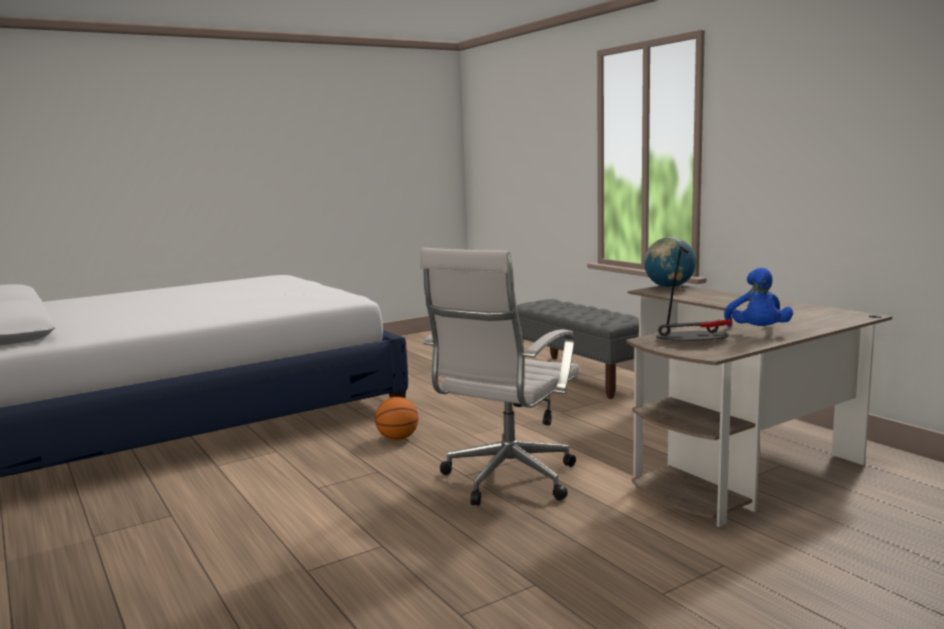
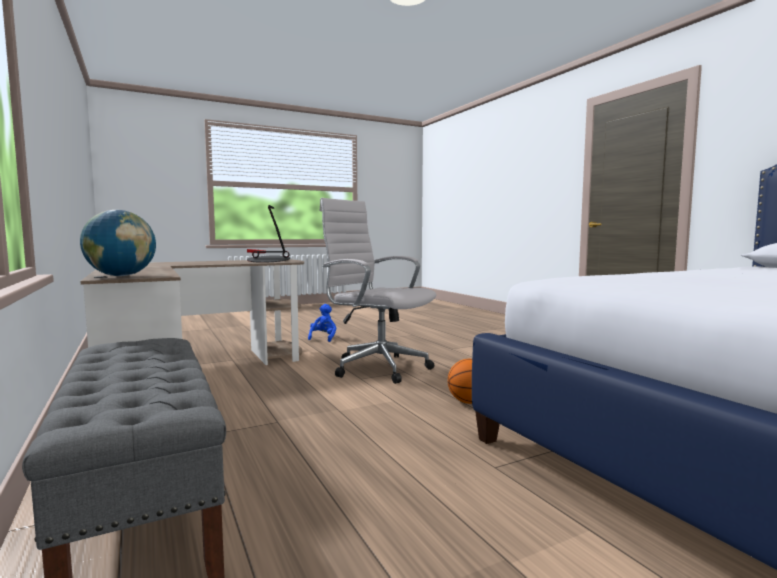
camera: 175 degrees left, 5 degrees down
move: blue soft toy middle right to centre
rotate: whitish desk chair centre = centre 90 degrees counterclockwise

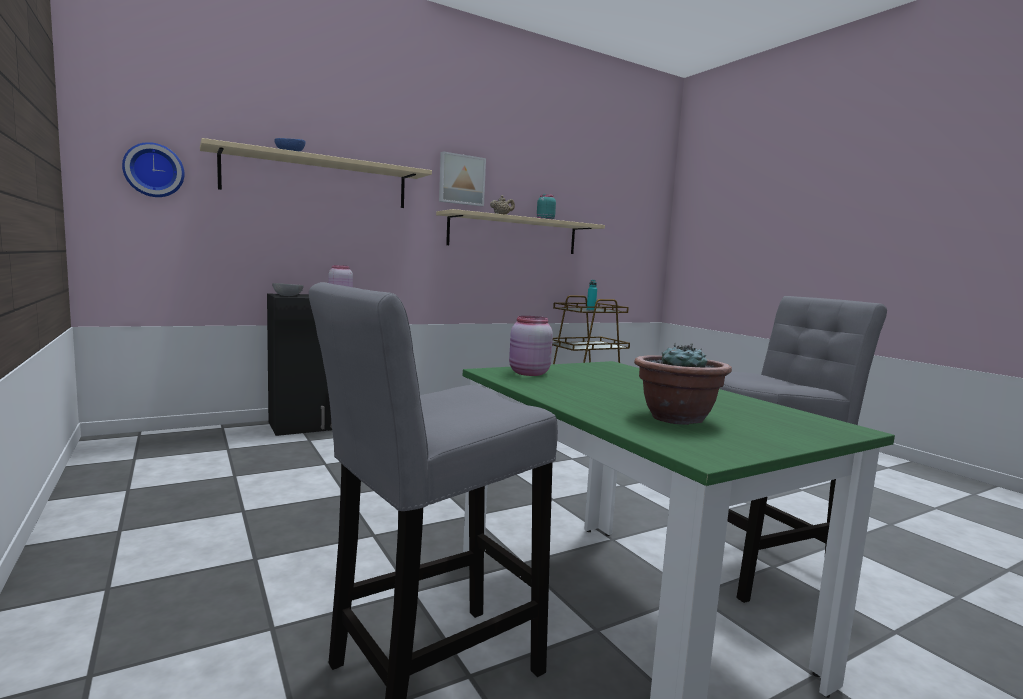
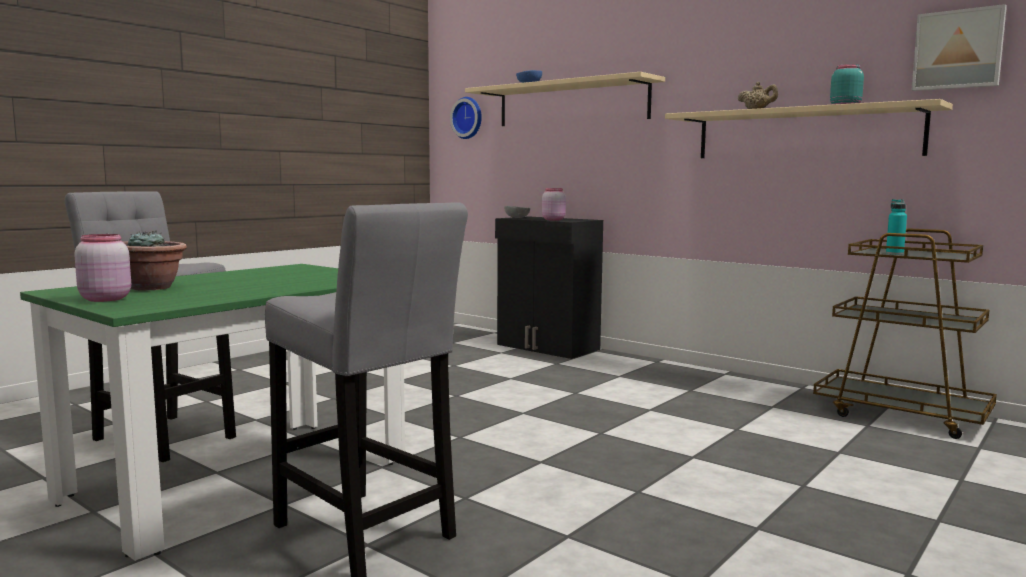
camera: 70 degrees right, 0 degrees up
move: wall picture top centre to top right; pink-coloured storage jar (2nd from left in the first image) centre to pink-coloured storage jar (1st from left) middle left

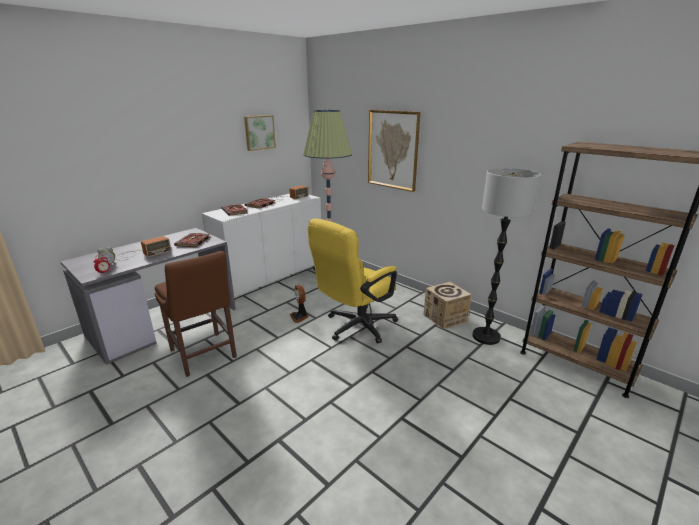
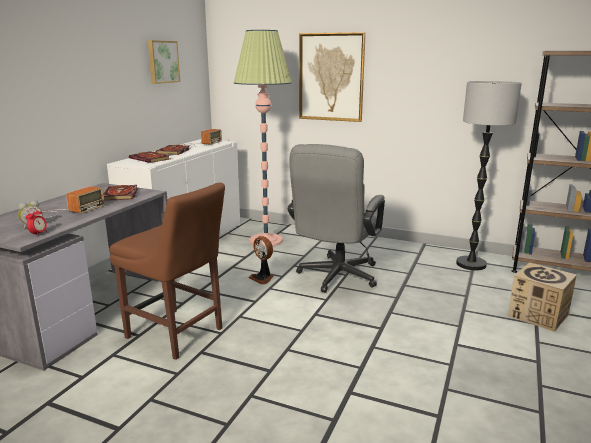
camera: 20 degrees left, 5 degrees down
move: packing box centre to bottom right
recolor: yellowish desk chair centre to grey desk chair centre

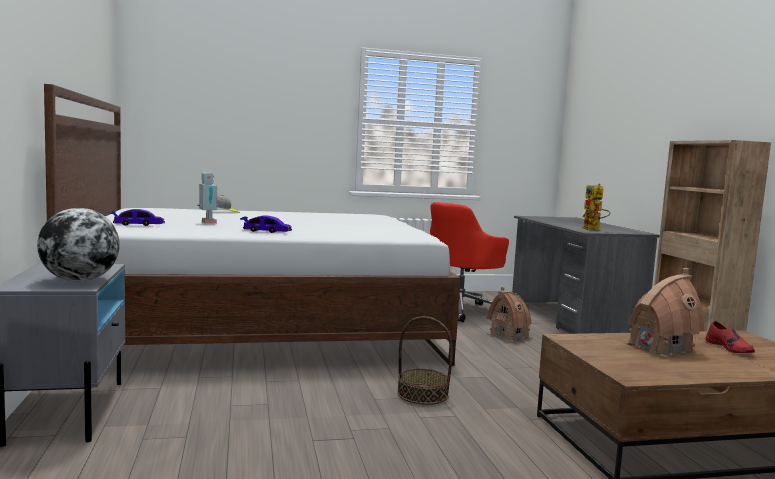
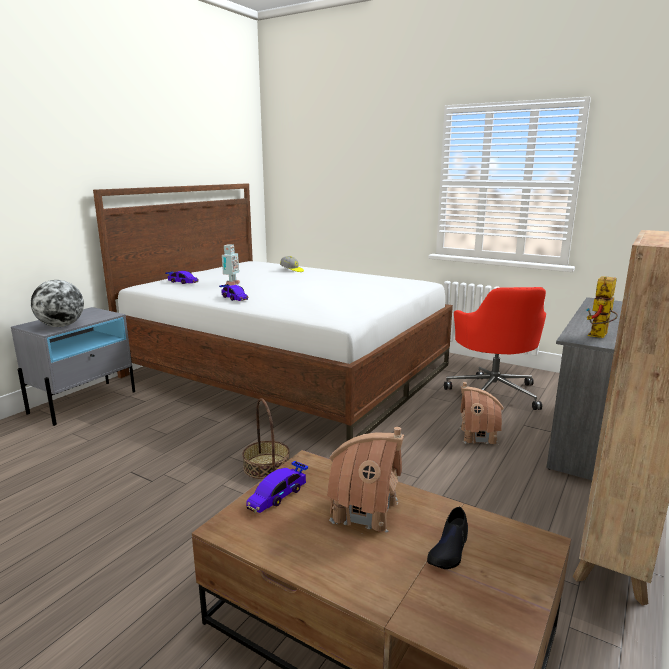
camera: 45 degrees right, 10 degrees up
insert: toy car (3rd from left) bottom centre
recolor: reddish shoe bottom right to black-coloured shoe bottom right
rotate: reddish desk chair centre = middle right 90 degrees counterclockwise

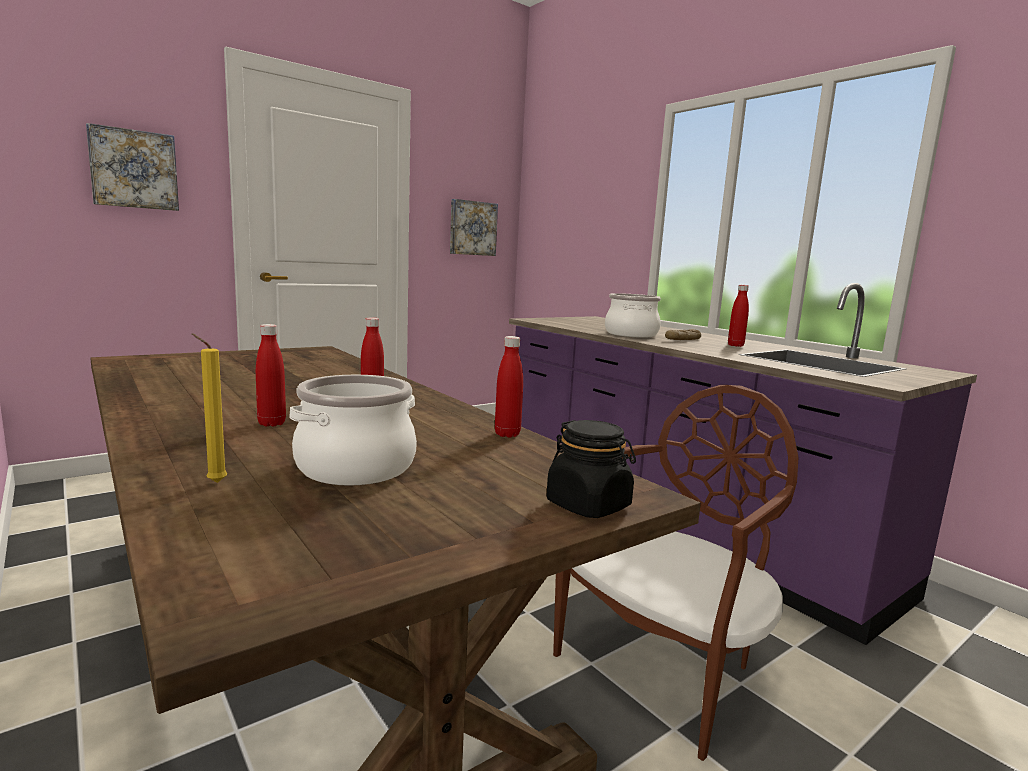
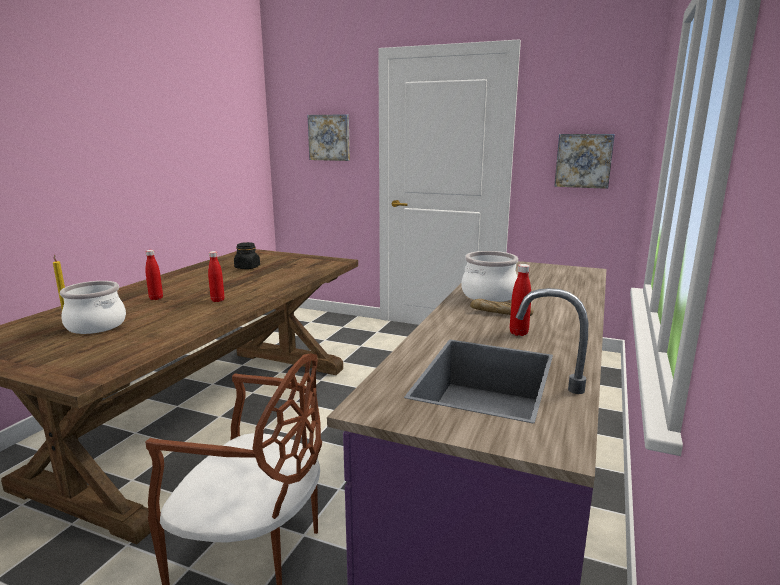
camera: 60 degrees right, 5 degrees up
delete: reddish drink bottle (3rd from left) centre
move: black-coloured storage jar centre to middle left

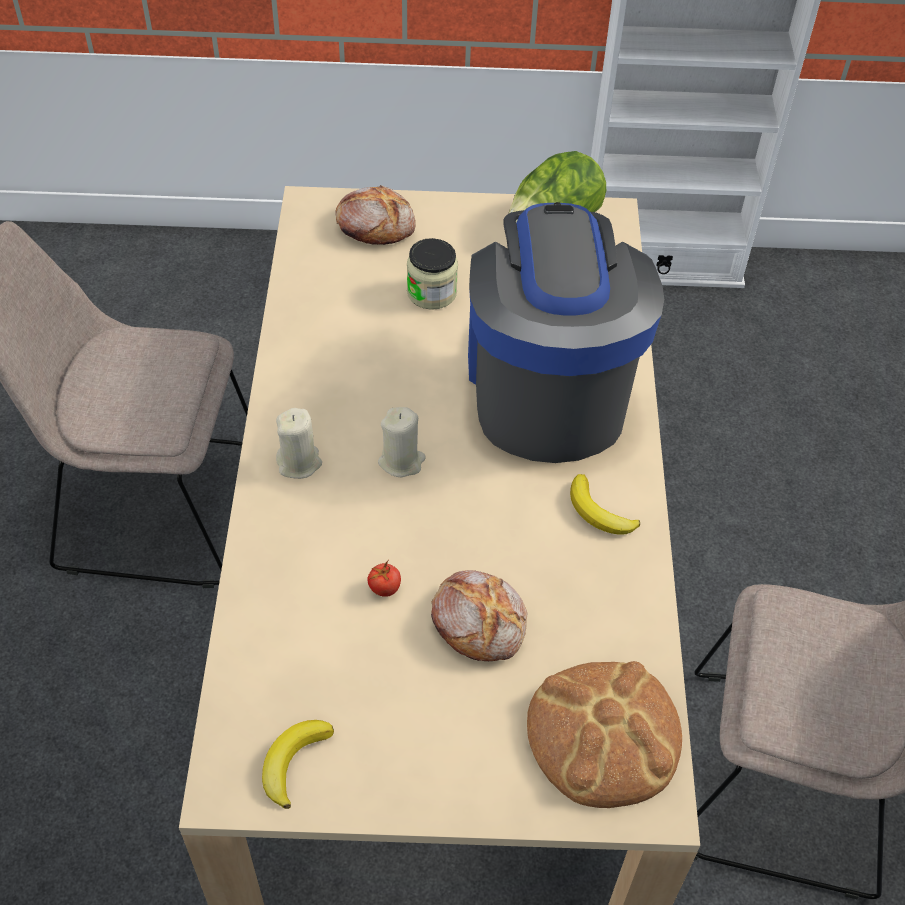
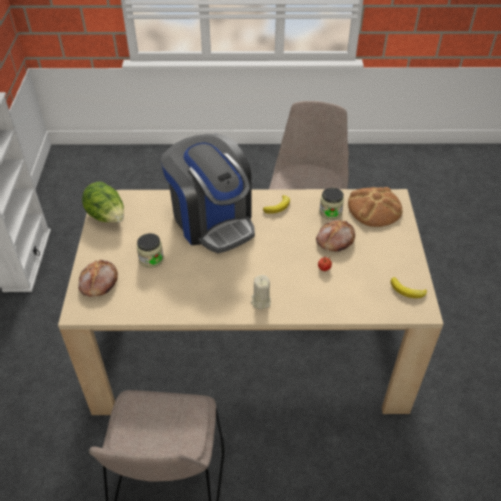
camera: 90 degrees left, 5 degrees down
delete: beige-coloured candle (2nd from left) centre
insert: storage jar (2nd from left) centre
rotate: coffee brewer centre = centre 120 degrees counterclockwise

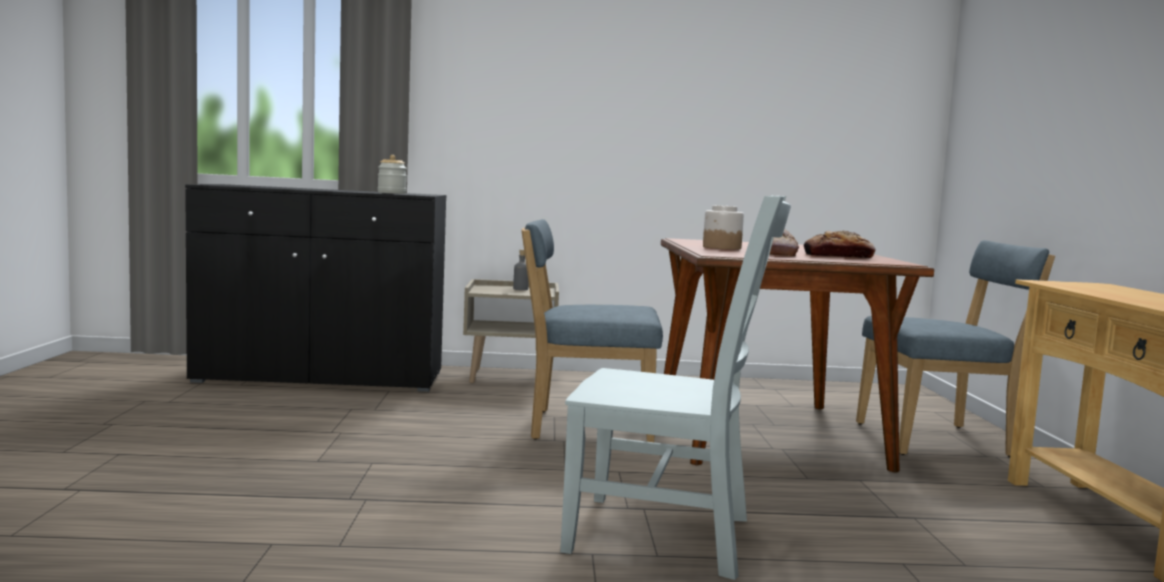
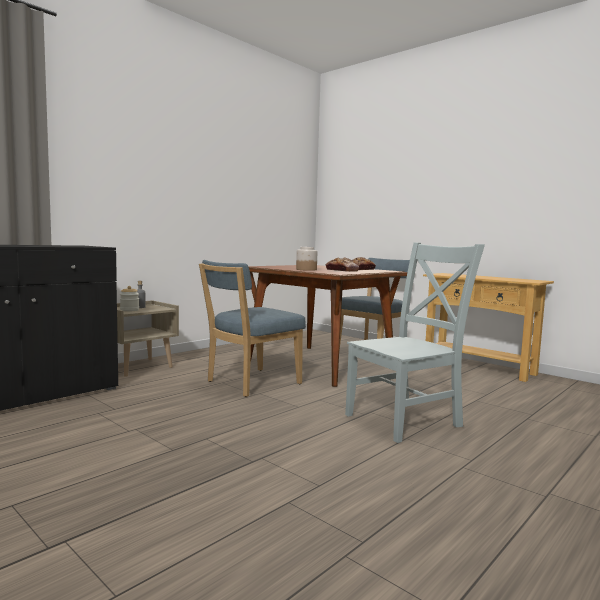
camera: 45 degrees left, 0 degrees up
move: storage jar (1st from left) top centre to middle left

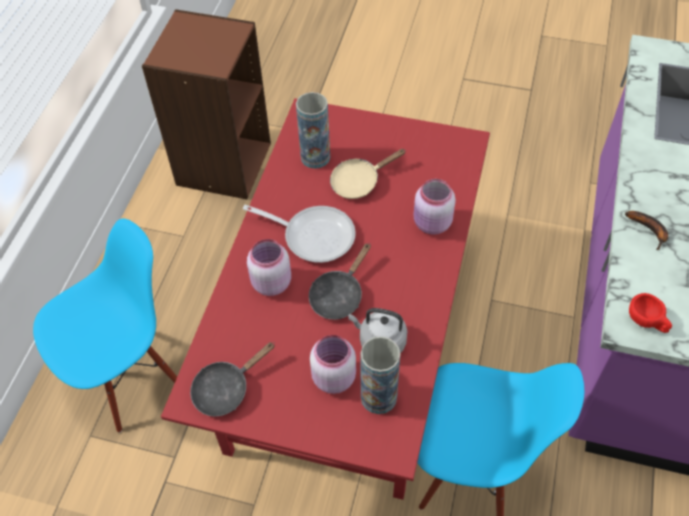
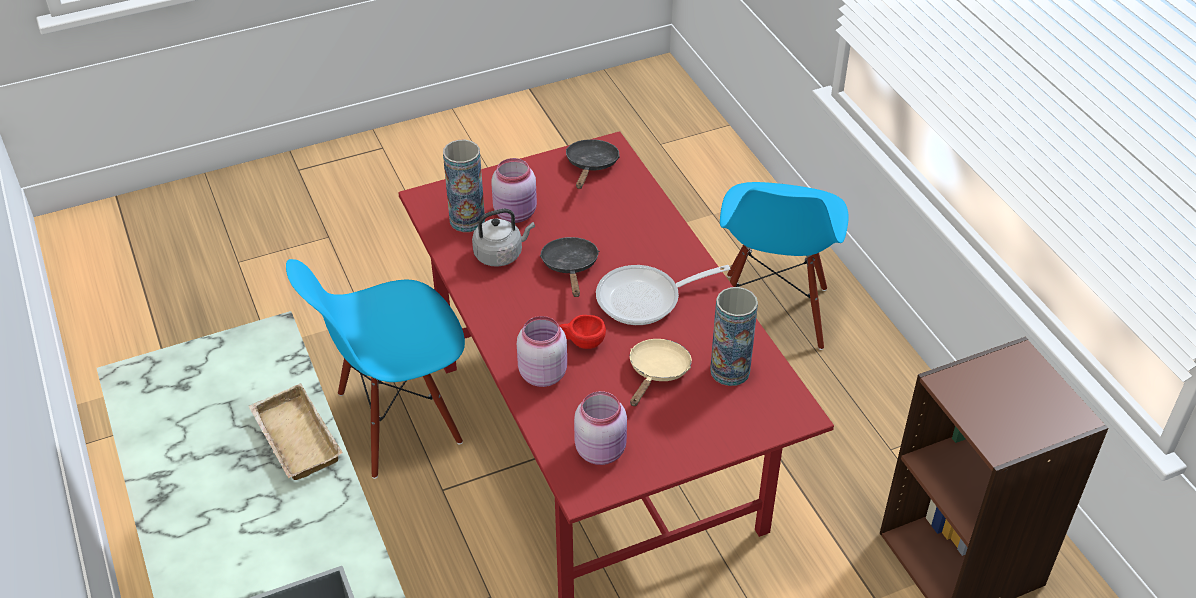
camera: 140 degrees right, 10 degrees down
move: pink-coloured storage jar (1st from left in the first image) centre to pink-coloured storage jar (3rd from left) bottom centre; reddish small cup middle right to centre
replace: whole banana middle right to beige-coloured carrying tray bottom left

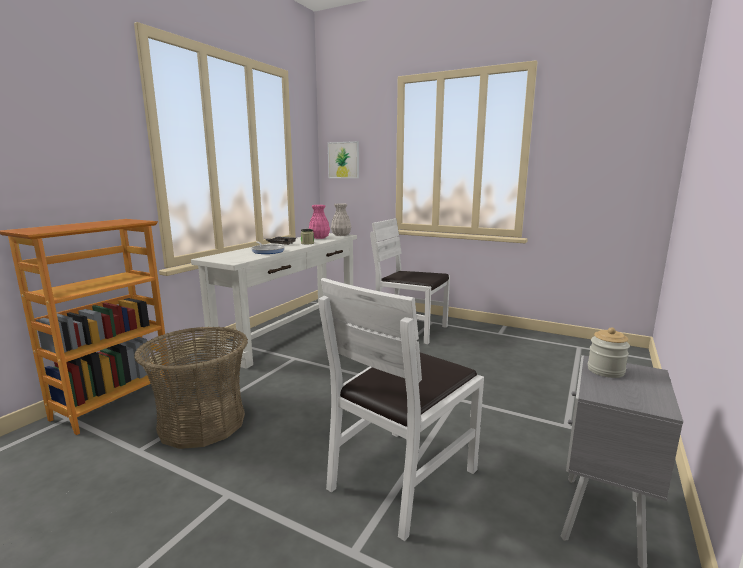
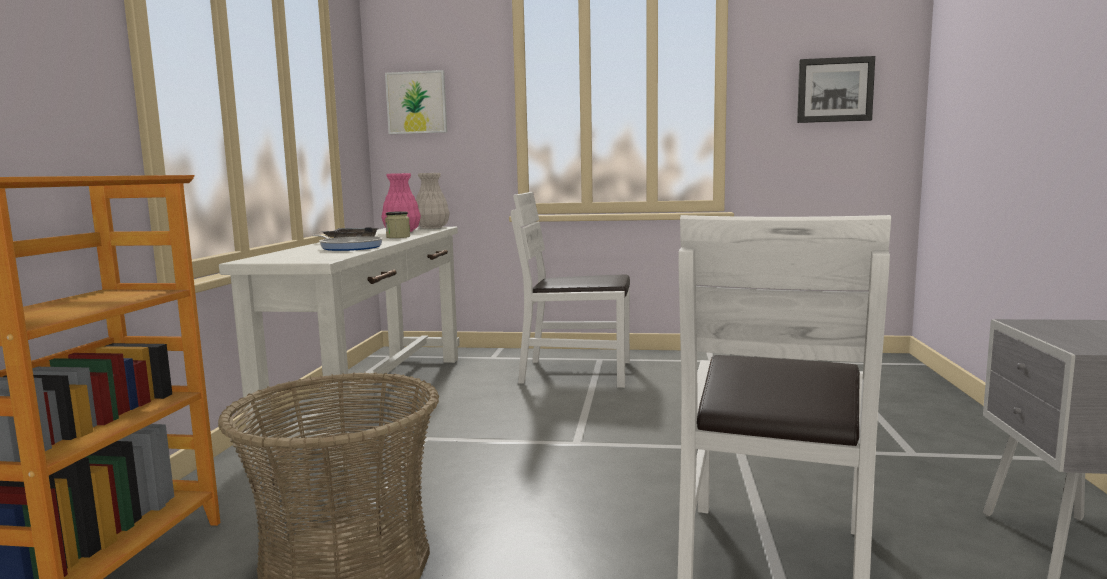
camera: 20 degrees left, 5 degrees down
delete: storage jar (2nd from left) middle right
insert: wall picture (2nd from left) top right

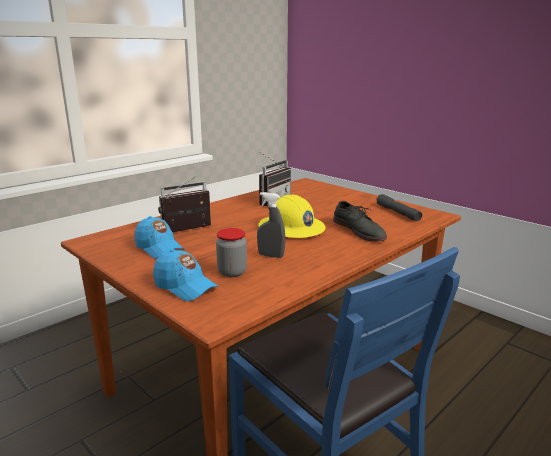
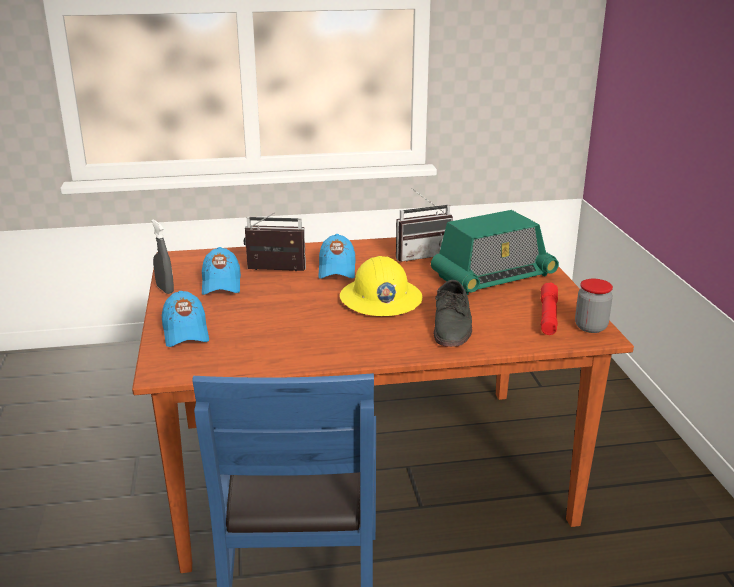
camera: 35 degrees right, 5 degrees up
insert: blue baseball cap (3rd from left) centre; radio set (3rd from left) middle right
move: storage jar centre to middle right; grey sprayer centre to middle left
recolor: grey flashlight middle right to reddish flashlight middle right

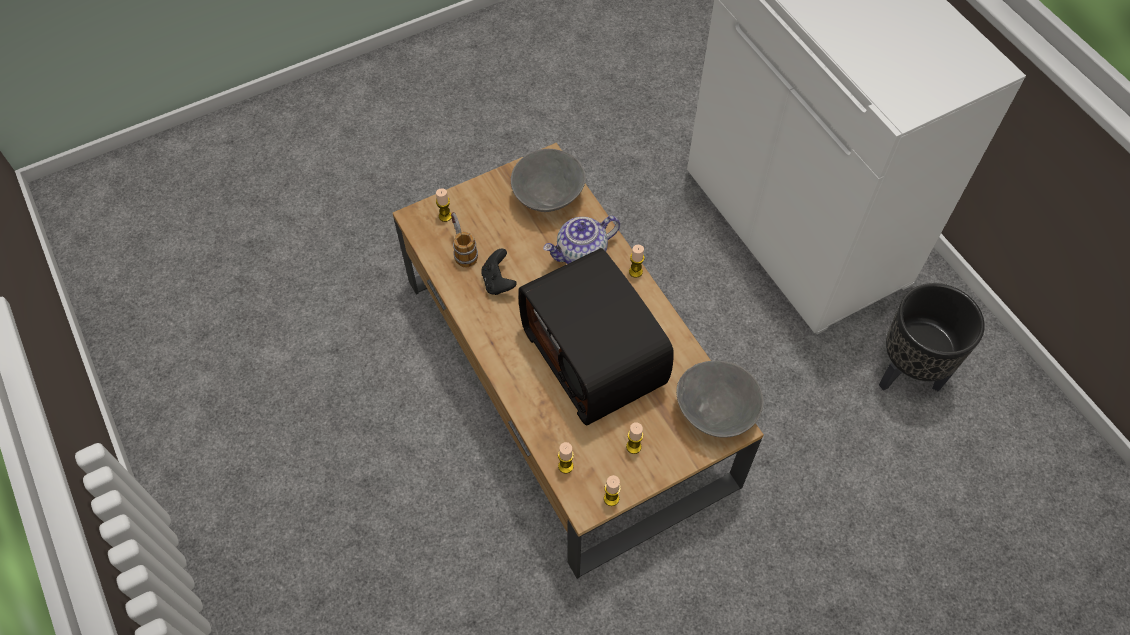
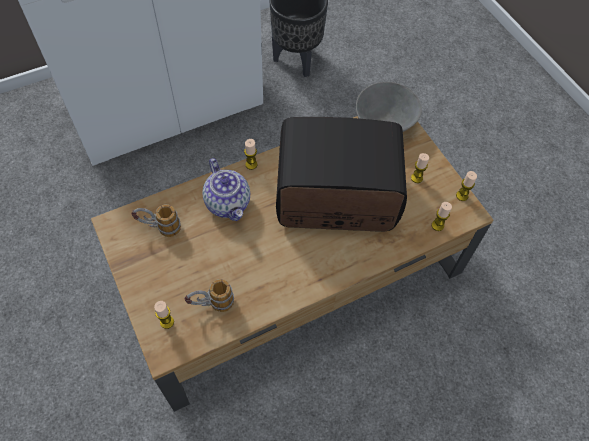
camera: 90 degrees left, 0 degrees up
delete: black-coloured game controller centre
replace: grey bowl (1st from left) top centre to coffee mug (1st from left) middle left
rotate: radio set centre = centre 150 degrees counterclockwise

